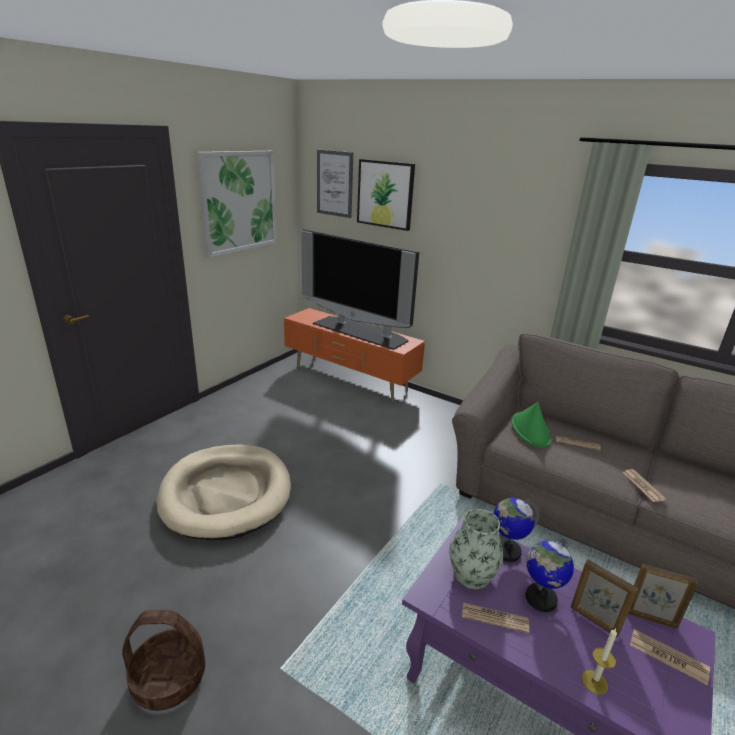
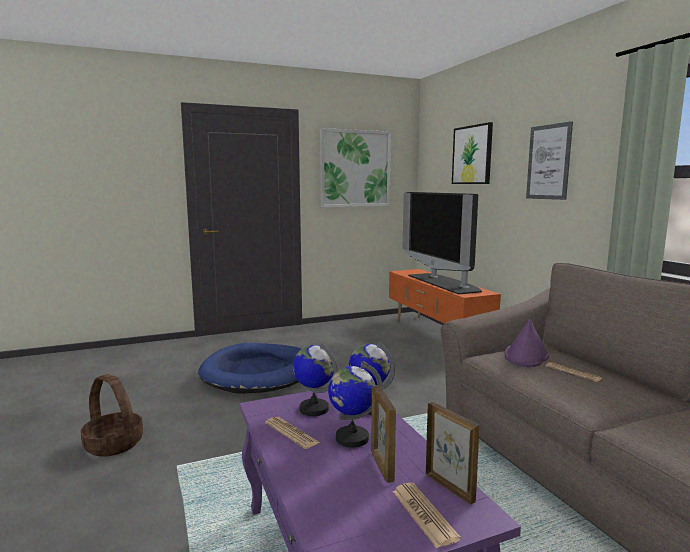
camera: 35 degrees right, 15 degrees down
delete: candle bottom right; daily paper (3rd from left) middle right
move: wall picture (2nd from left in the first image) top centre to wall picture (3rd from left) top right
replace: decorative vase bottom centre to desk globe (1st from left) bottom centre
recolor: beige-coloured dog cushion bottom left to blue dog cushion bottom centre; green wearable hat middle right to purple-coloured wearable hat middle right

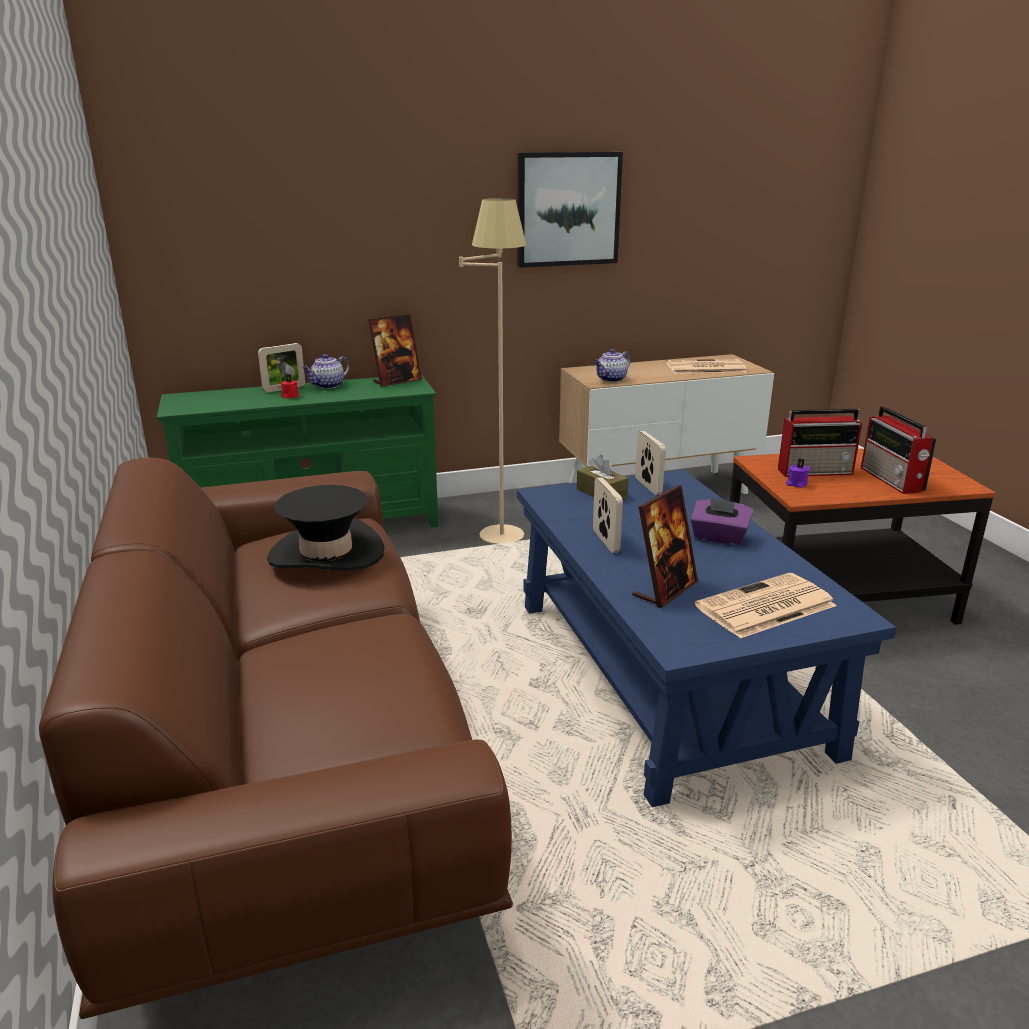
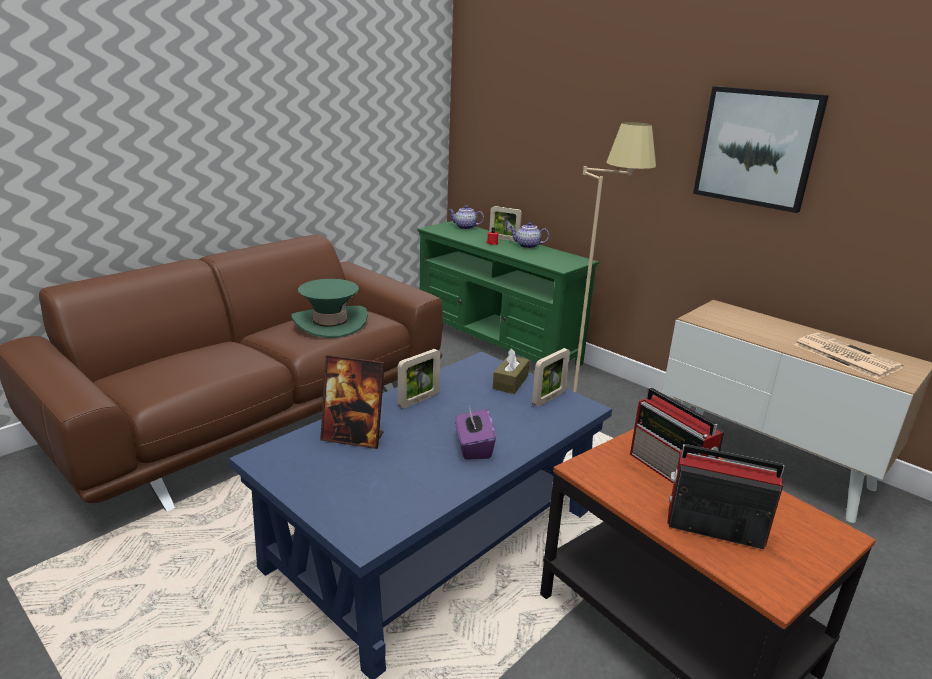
camera: 60 degrees right, 0 degrees up
delete: photo frame (2nd from left) centre; daily paper (2nd from left) middle right; purple-coloured candle middle right
move: pot for tea (2nd from left in the first image) centre to pot for tea (1st from left) top centre
recolor: black-coloured wearable hat middle left to green wearable hat centre
rotate: radio set (2nd from left) middle right = bottom right 60 degrees clockwise

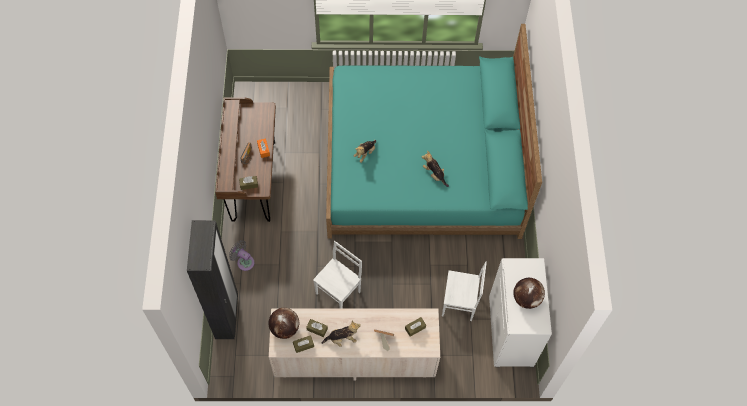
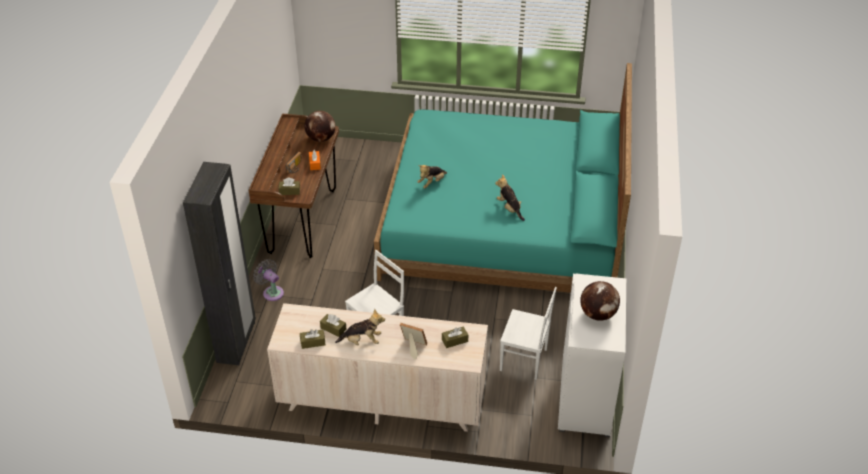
camera: 10 degrees right, 20 degrees down
move: desk globe (1st from left) bottom centre to top centre

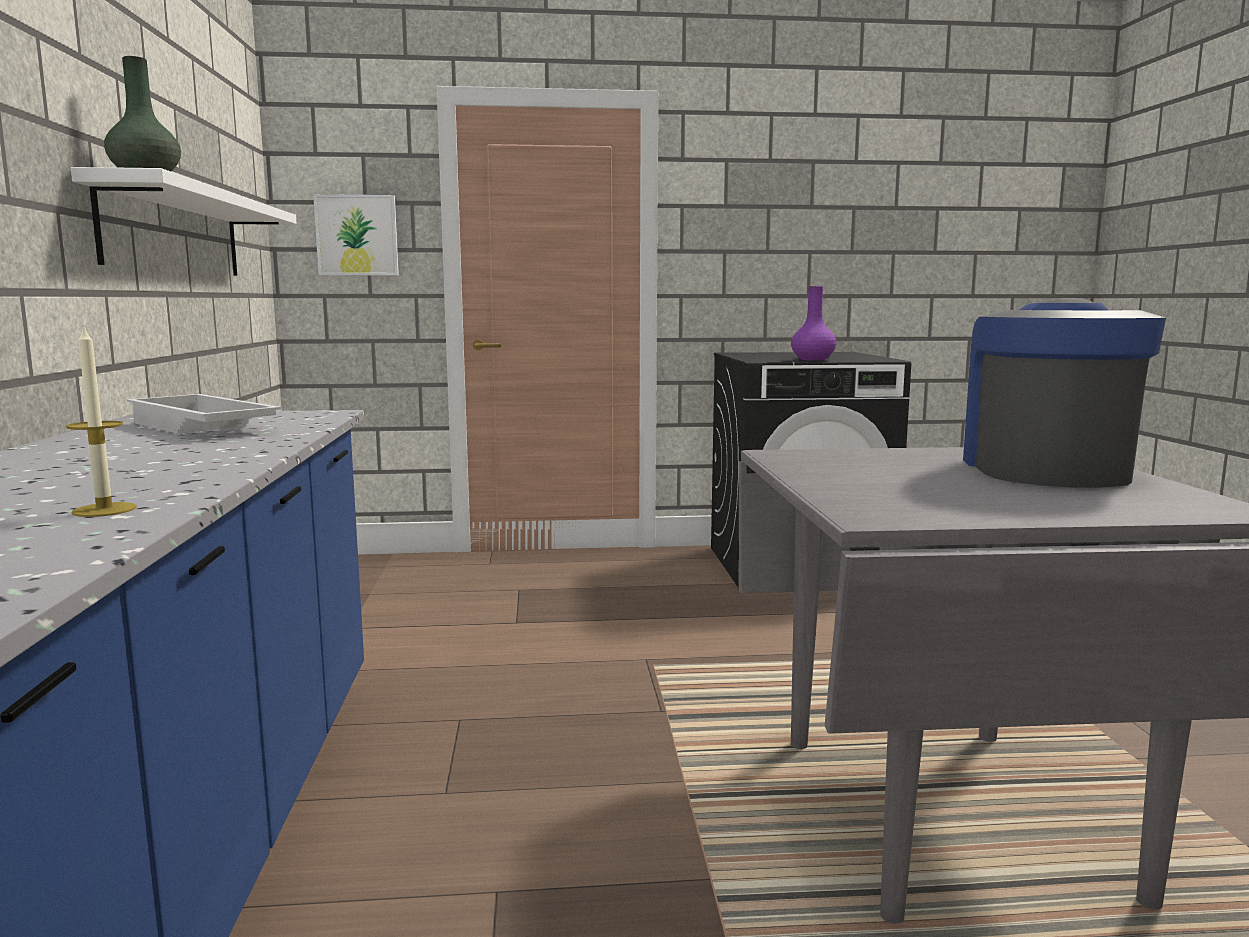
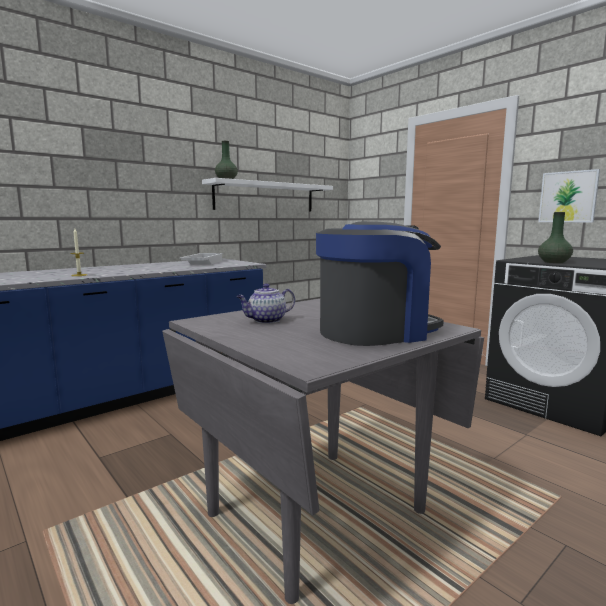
camera: 55 degrees right, 0 degrees up
insert: pot for tea centre
move: wall picture top left to top right
recolor: purple-coloured decorative vase centre to green decorative vase (2nd from left) middle right

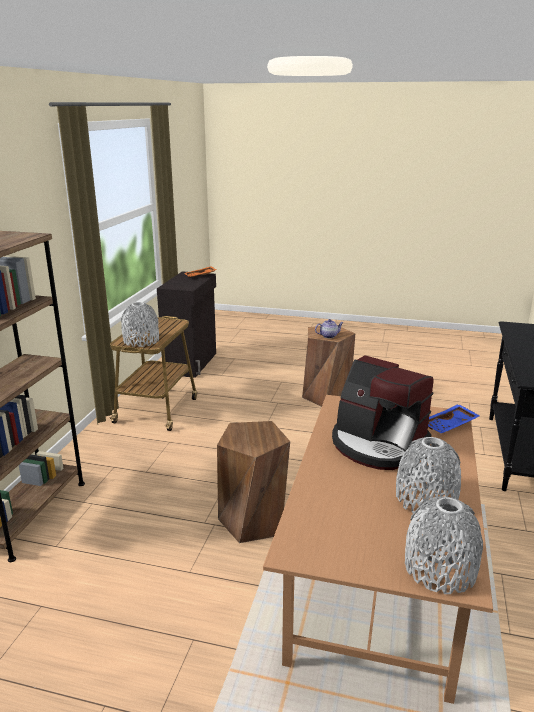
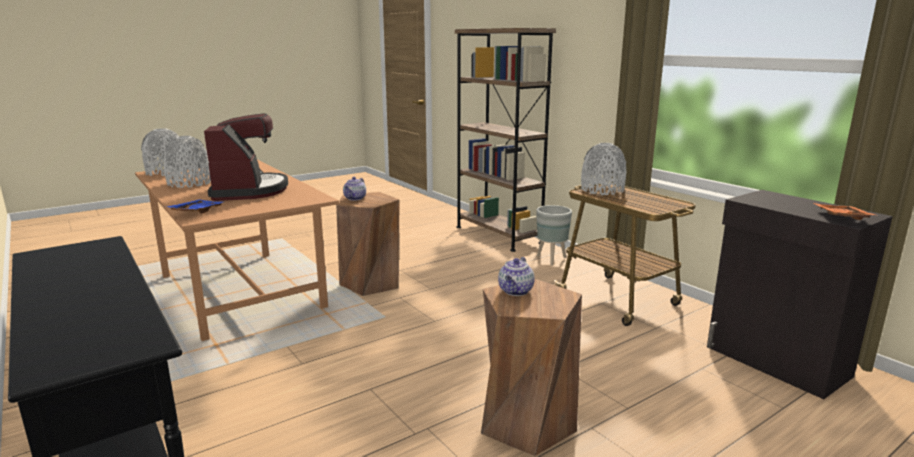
camera: 130 degrees right, 5 degrees down
insert: pot for tea (1st from left) centre; grey flower pot centre
rotate: coffee brewer middle right = middle left 90 degrees clockwise

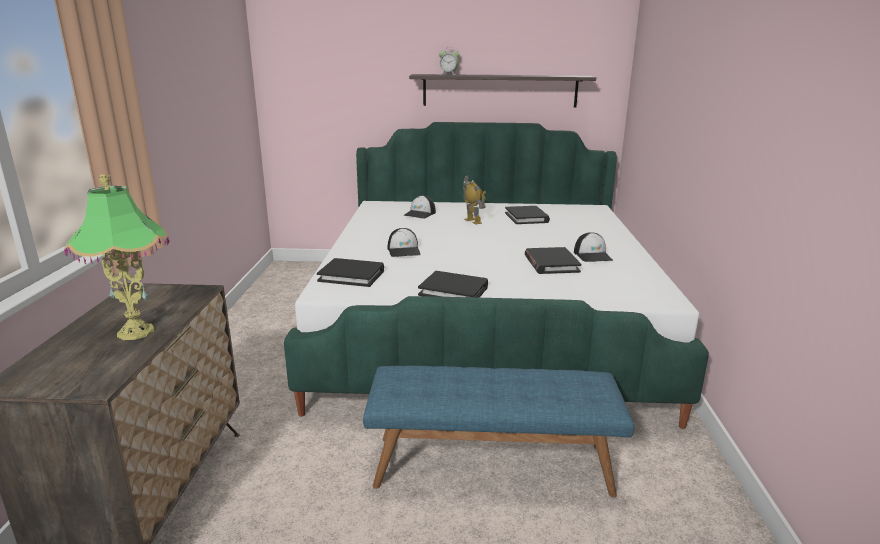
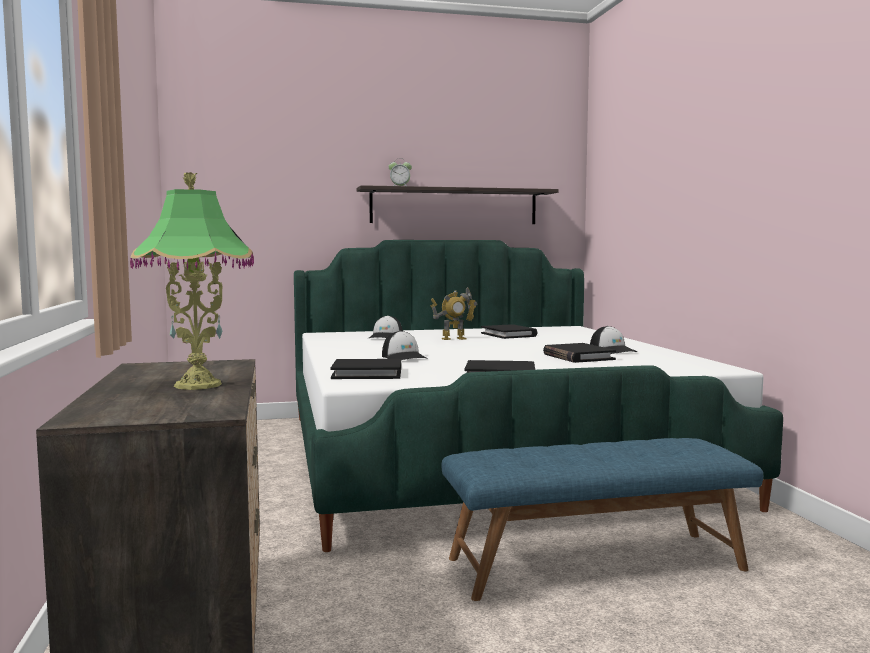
camera: 15 degrees left, 15 degrees down
rotate: robot figure centre = centre 120 degrees clockwise

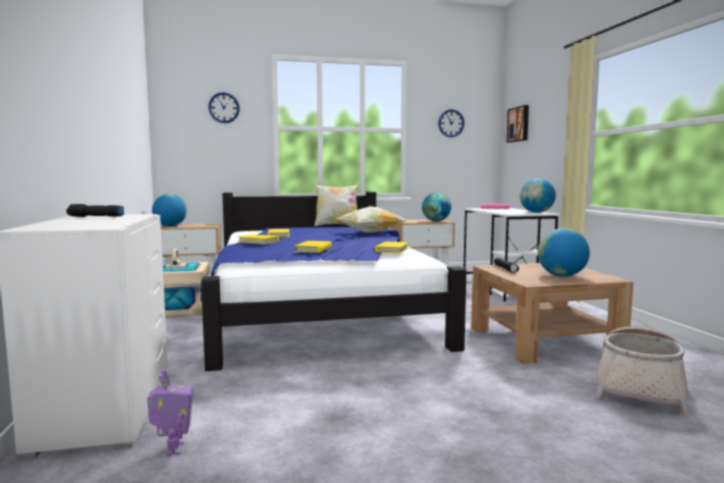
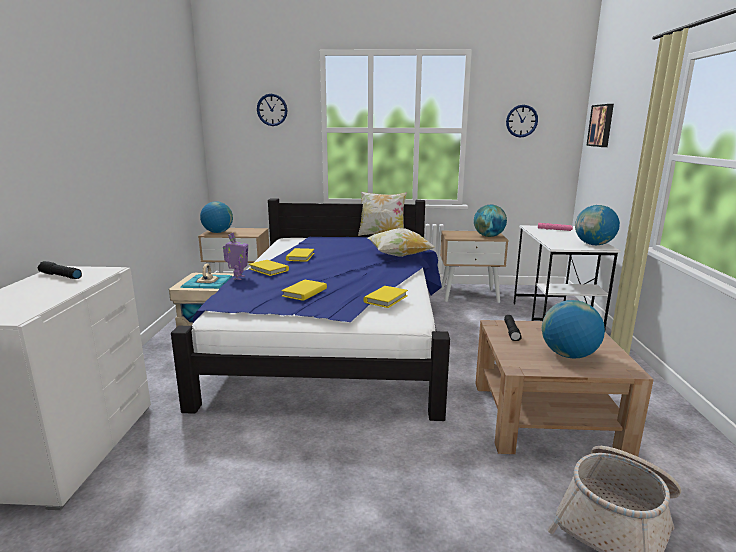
camera: 15 degrees right, 10 degrees up
move: robot figure bottom left to middle left

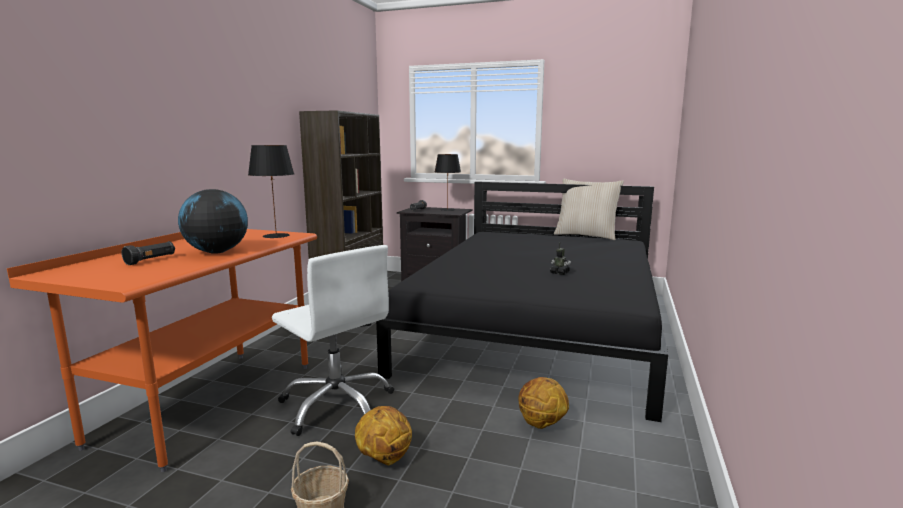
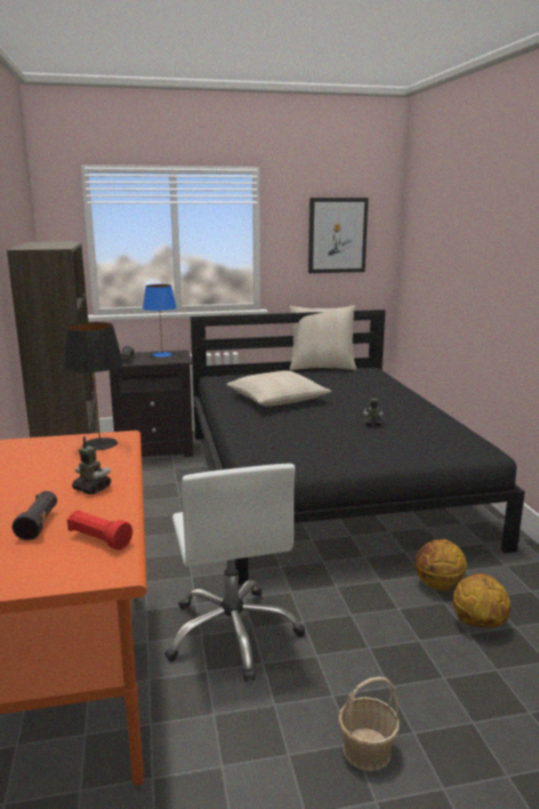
camera: 30 degrees left, 5 degrees up
insert: reddish flashlight middle left; beige-coloured pillow (1st from left) centre; wall picture top centre
move: ball for basketball (1st from left in the first image) bottom centre to ball for basketball (2nd from left) bottom right
replace: desk globe middle left to robot figure (1st from left) middle left
recolor: black-coloured table lamp (2nd from left) centre to blue table lamp middle left
rotate: whitish desk chair bottom centre = bottom centre 60 degrees clockwise

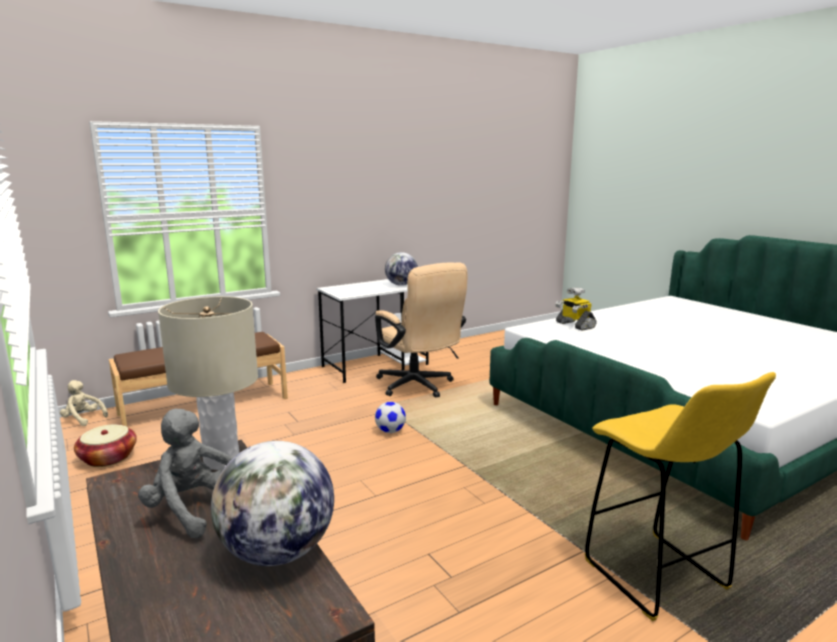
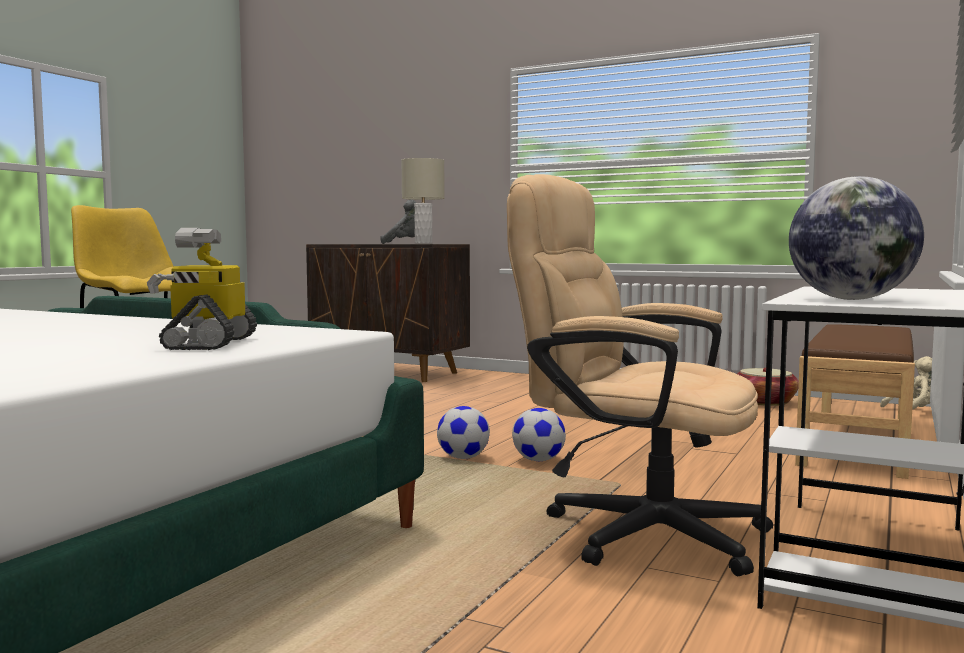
camera: 150 degrees right, 10 degrees down
delete: desk globe (1st from left) bottom left
insert: ball for football (1st from left) centre
rotate: robot figure middle right = middle left 120 degrees counterclockwise

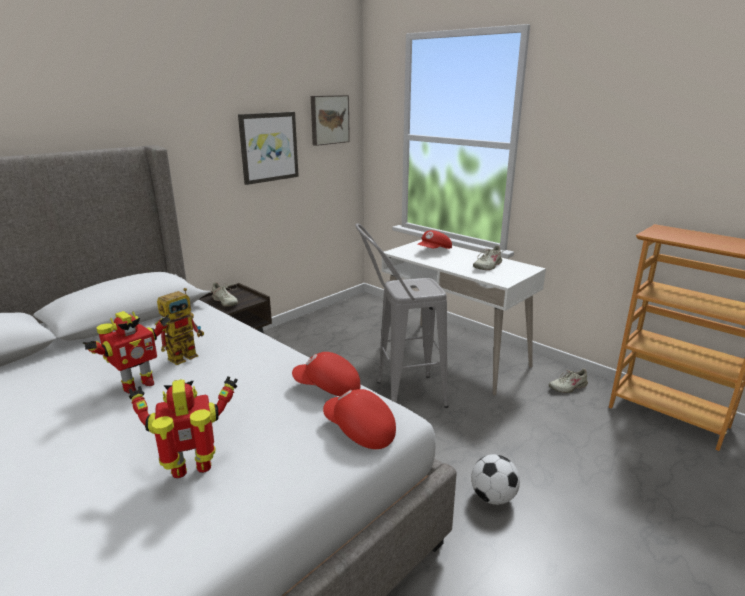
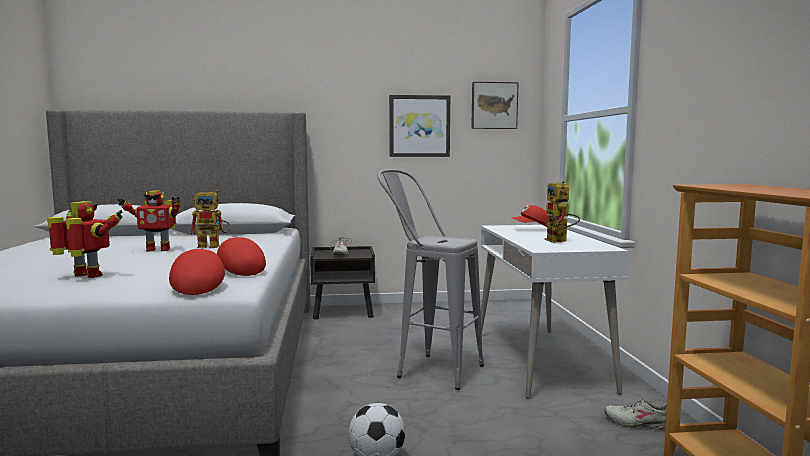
camera: 40 degrees right, 15 degrees down
replace: beige-coloured shoe (2nd from left) centre to robot figure (4th from left) middle right

